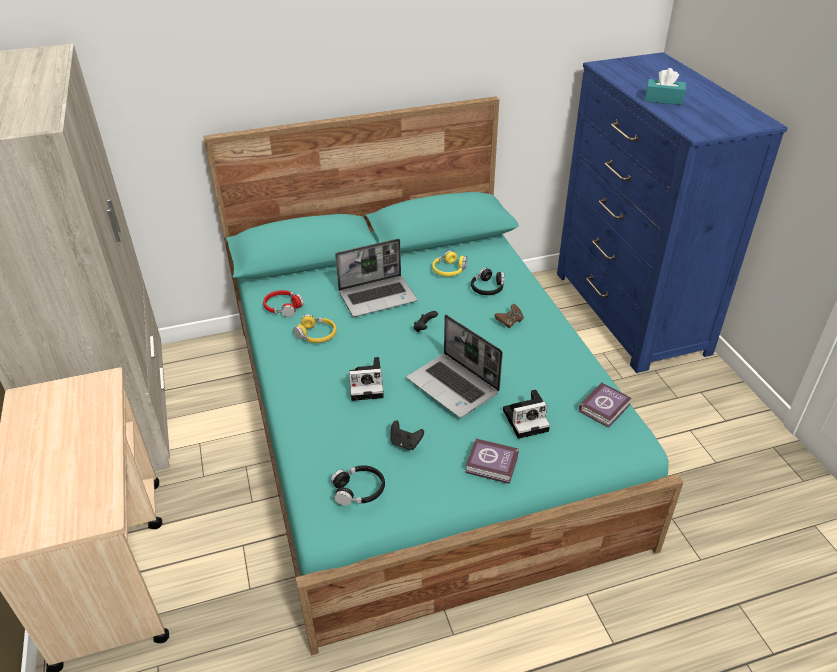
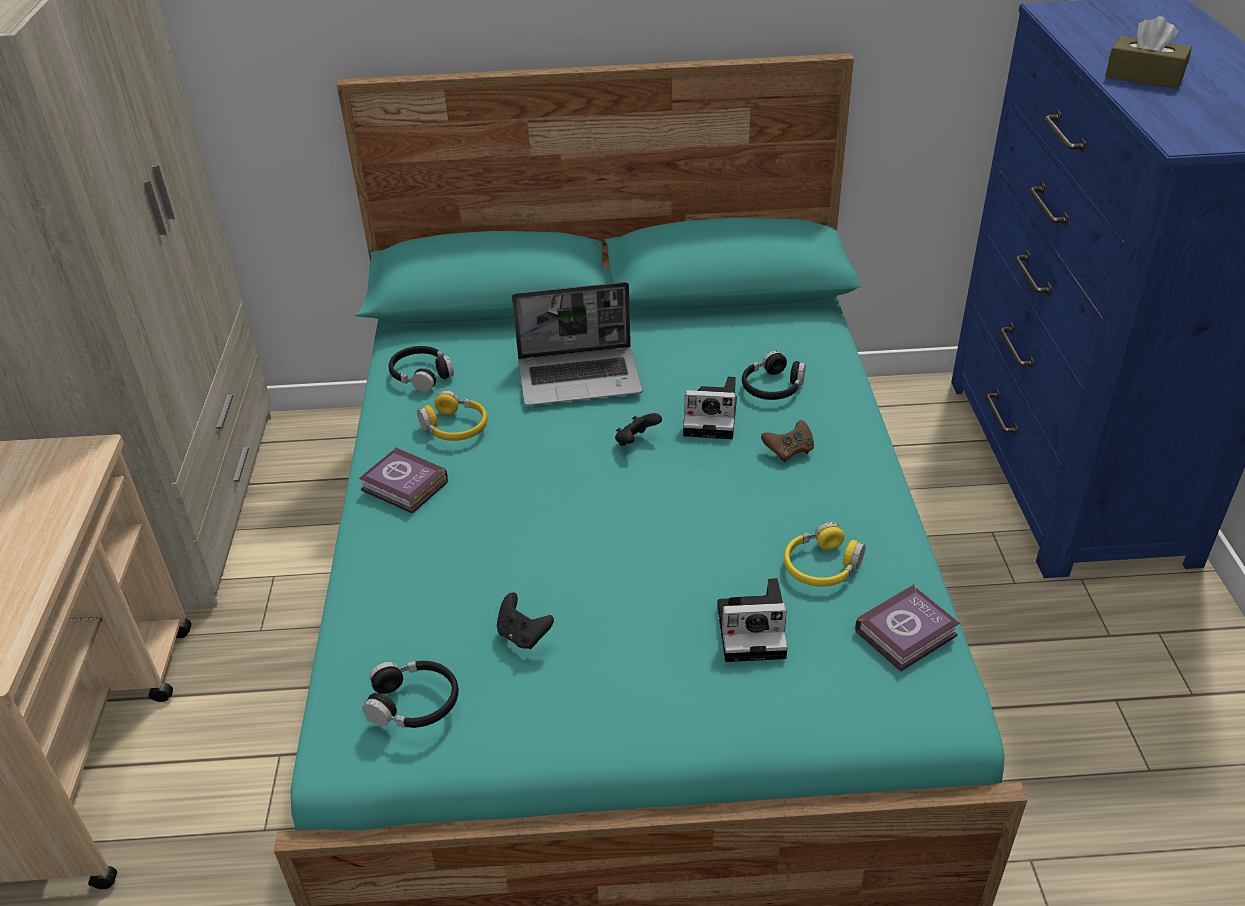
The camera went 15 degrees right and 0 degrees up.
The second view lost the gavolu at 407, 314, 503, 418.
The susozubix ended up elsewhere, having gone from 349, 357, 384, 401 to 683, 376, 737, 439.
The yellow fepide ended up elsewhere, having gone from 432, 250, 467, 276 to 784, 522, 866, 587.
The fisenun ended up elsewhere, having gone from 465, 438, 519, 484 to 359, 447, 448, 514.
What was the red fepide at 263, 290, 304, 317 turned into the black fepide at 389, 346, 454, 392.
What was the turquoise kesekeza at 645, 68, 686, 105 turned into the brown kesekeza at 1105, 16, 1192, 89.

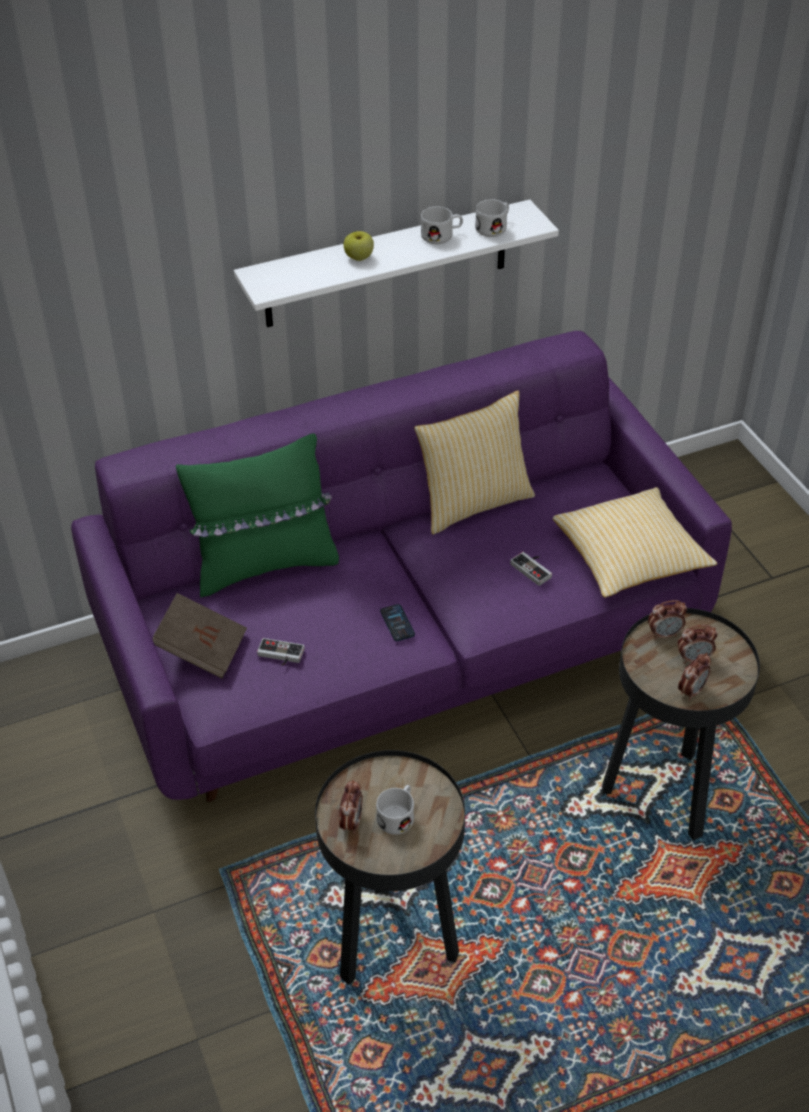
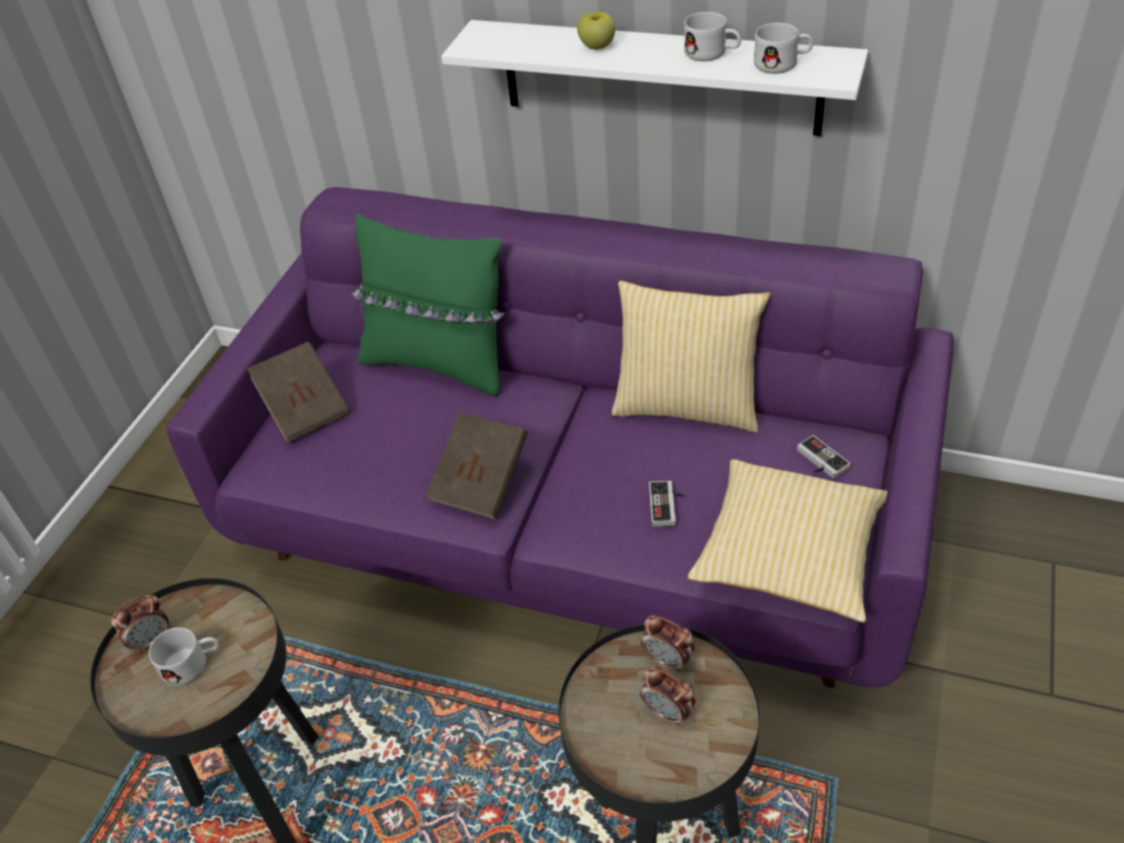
The camera went 45 degrees right and 0 degrees up.
The second view lost the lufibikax at 678, 653, 711, 701.
The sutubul ended up elsewhere, having gone from 257, 638, 305, 666 to 797, 435, 851, 479.
Where the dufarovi stood at 380, 604, 415, 641, the brown fisenun came to stand at 426, 412, 528, 519.

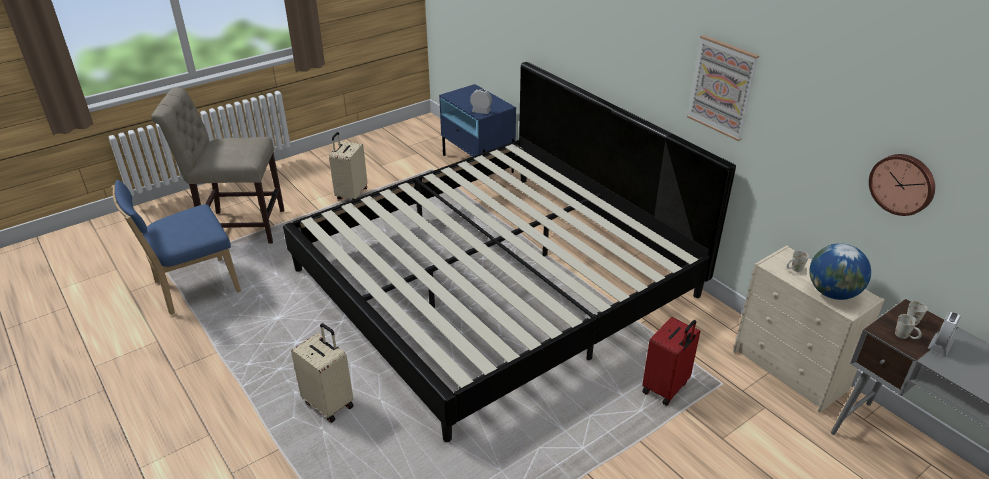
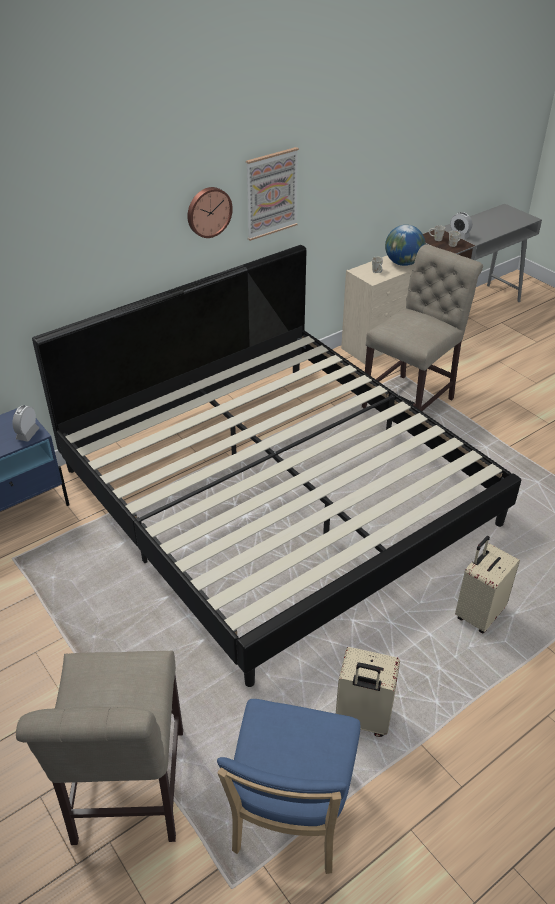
The camera went 90 degrees left and 5 degrees up.
The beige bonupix ended up elsewhere, having gone from 329, 132, 367, 200 to 336, 647, 400, 737.
The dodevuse ended up elsewhere, having gone from 869, 154, 935, 216 to 187, 187, 233, 238.
Where the red bonupix stood at 642, 317, 700, 405, the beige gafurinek came to stand at 362, 244, 483, 411.
The blue gafurinek at 111, 180, 241, 315 ended up facing another way, 45 degrees clockwise from before.

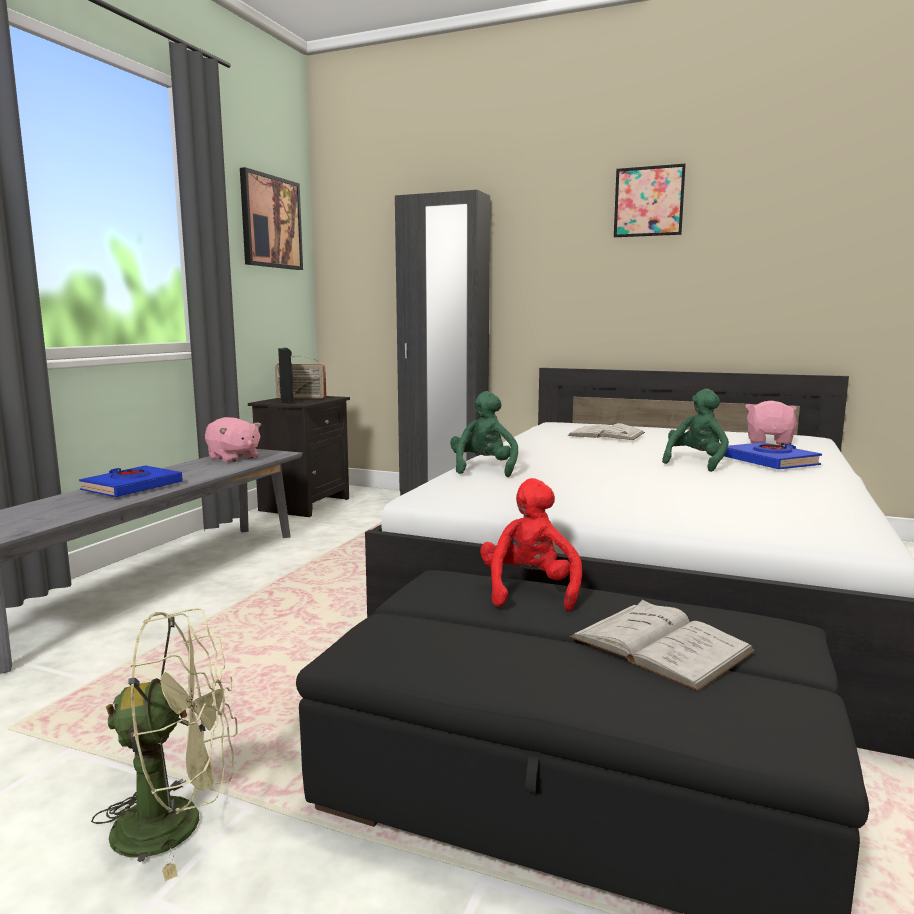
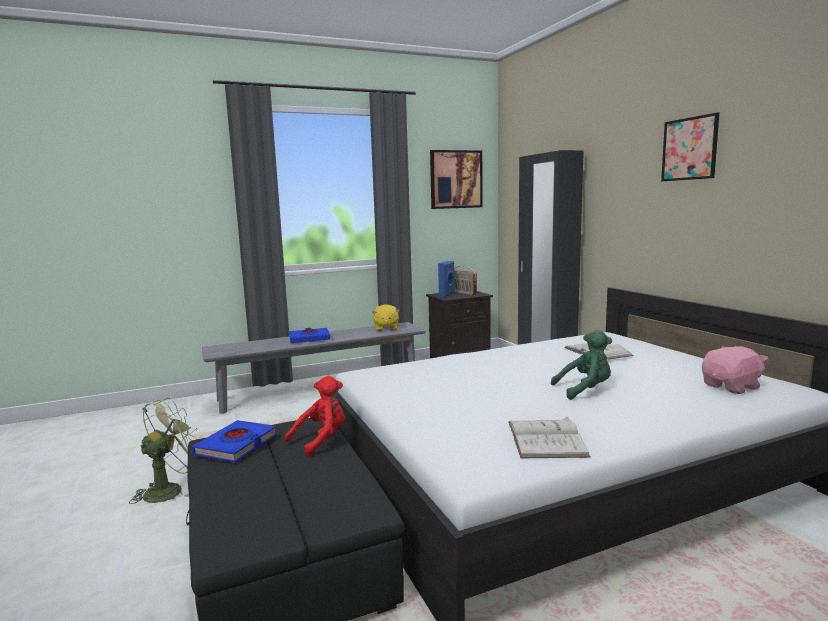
The camera went 45 degrees right and 0 degrees up.
The second view lost the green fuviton at 450, 391, 518, 477.
The white fisenun ended up elsewhere, having gone from 569, 599, 755, 691 to 508, 417, 591, 458.
The blue fisenun ended up elsewhere, having gone from 724, 442, 822, 469 to 191, 420, 277, 463.
What was the pink fuviton at 205, 417, 261, 462 turned into the yellow fuviton at 372, 304, 400, 331.
What was the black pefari at 278, 348, 294, 404 turned into the blue pefari at 438, 261, 455, 297.
The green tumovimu at 91, 608, 238, 881 ended up facing another way, 90 degrees counterclockwise from before.

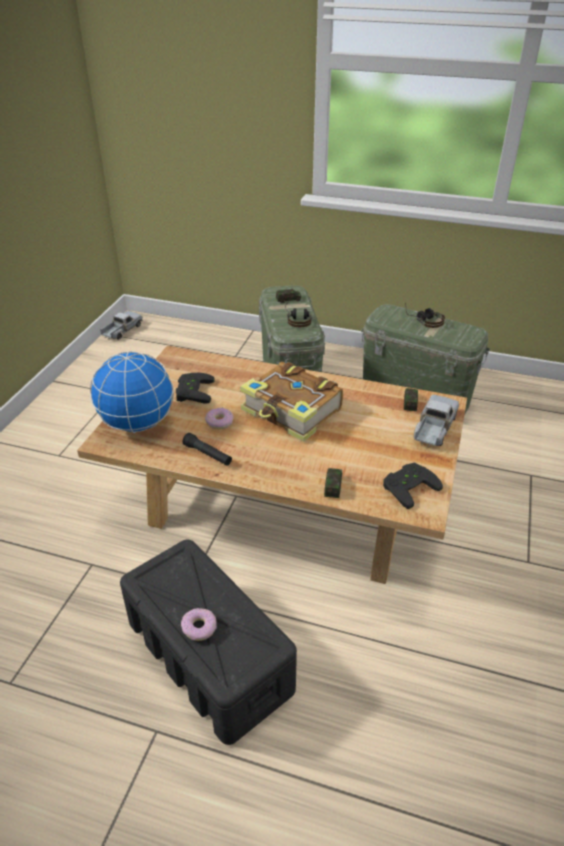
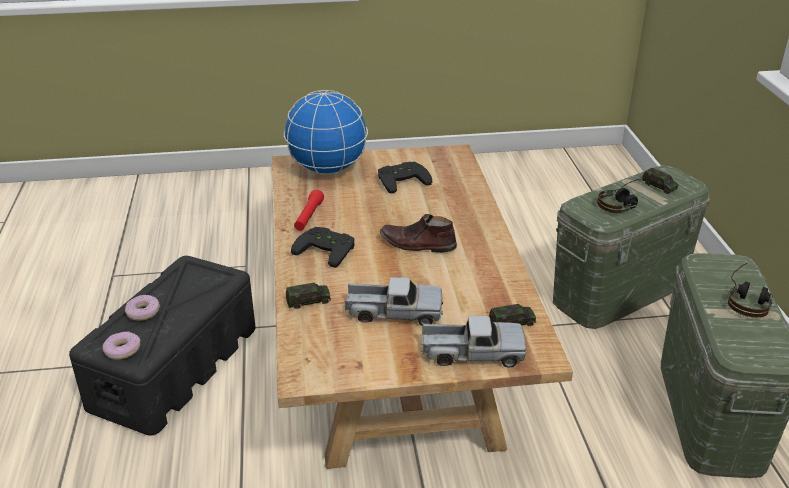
The camera went 65 degrees right and 5 degrees down.
The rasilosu ended up elsewhere, having gone from 100, 311, 142, 340 to 345, 277, 443, 326.
The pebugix ended up elsewhere, having gone from 205, 408, 234, 429 to 103, 331, 141, 360.
The black sutubul ended up elsewhere, having gone from 383, 463, 443, 509 to 291, 227, 355, 268.
Where the fisenun stood at 240, 361, 343, 442, the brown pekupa came to stand at 380, 214, 457, 253.
What was the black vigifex at 183, 433, 232, 466 turned into the red vigifex at 294, 190, 324, 231.

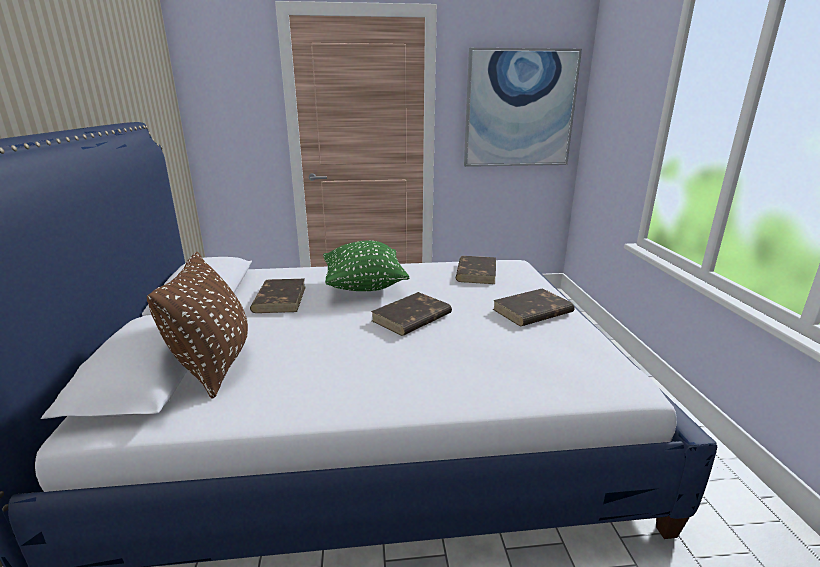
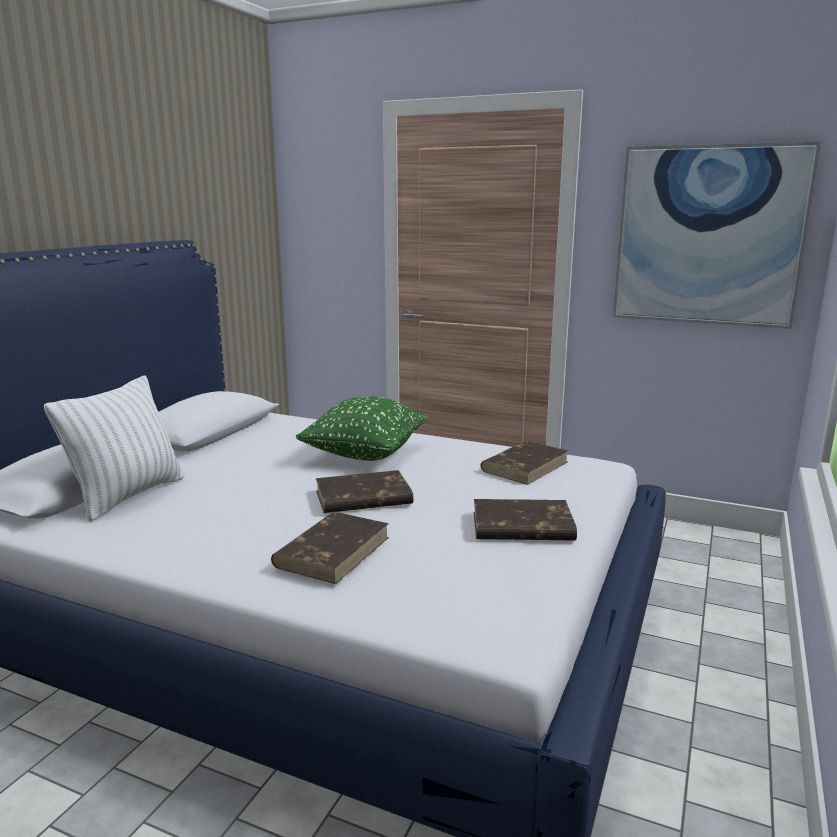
The camera went 30 degrees right and 5 degrees down.
The brown fisenun ended up elsewhere, having gone from 250, 279, 306, 313 to 271, 512, 389, 584.
What was the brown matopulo at 147, 252, 248, 399 turned into the white matopulo at 44, 375, 184, 522.

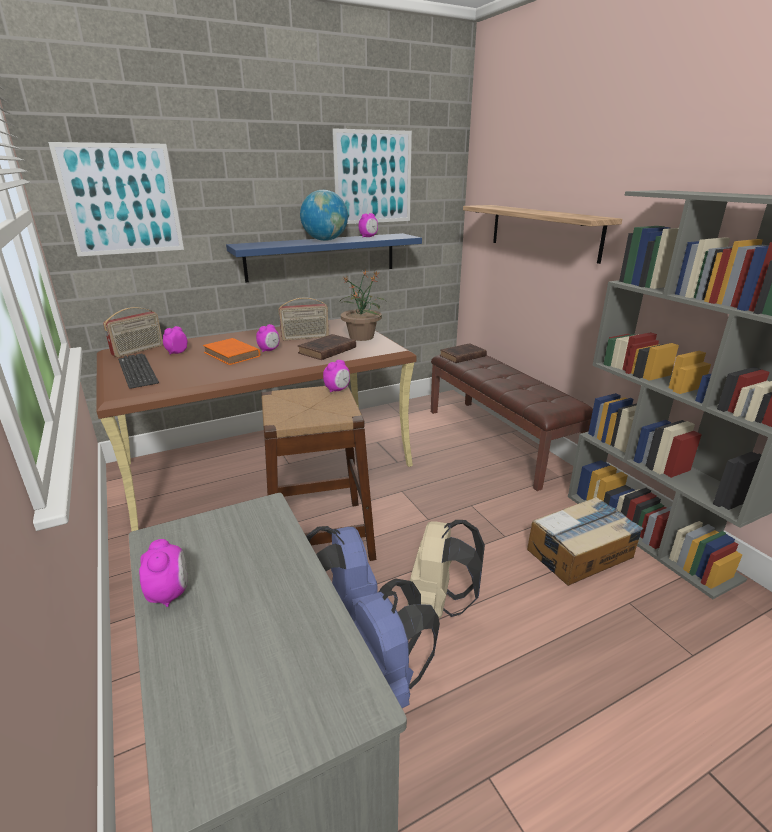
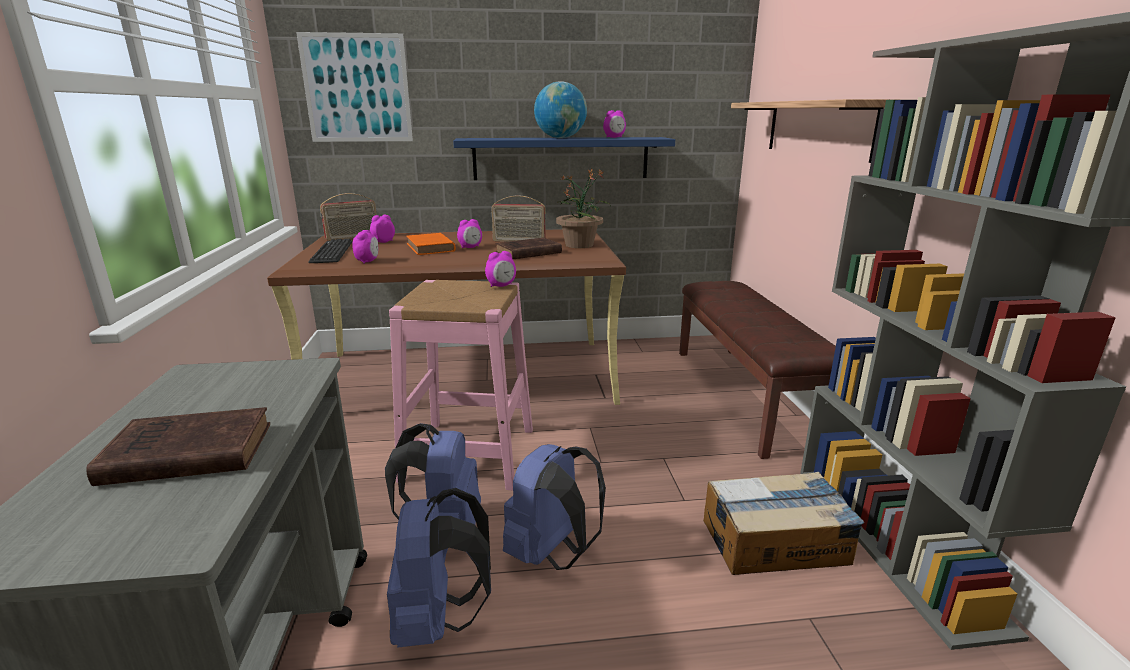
The camera went 20 degrees right and 5 degrees down.
The second view lost the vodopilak at 332, 128, 412, 224.
The lufibikax ended up elsewhere, having gone from 139, 539, 187, 607 to 352, 230, 378, 263.
The brown fisenun ended up elsewhere, having gone from 440, 343, 487, 363 to 86, 407, 270, 486.
What was the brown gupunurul at 261, 386, 376, 561 turned into the pink gupunurul at 389, 280, 533, 490.
What was the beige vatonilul at 407, 520, 485, 618 turned into the blue vatonilul at 503, 444, 606, 570.

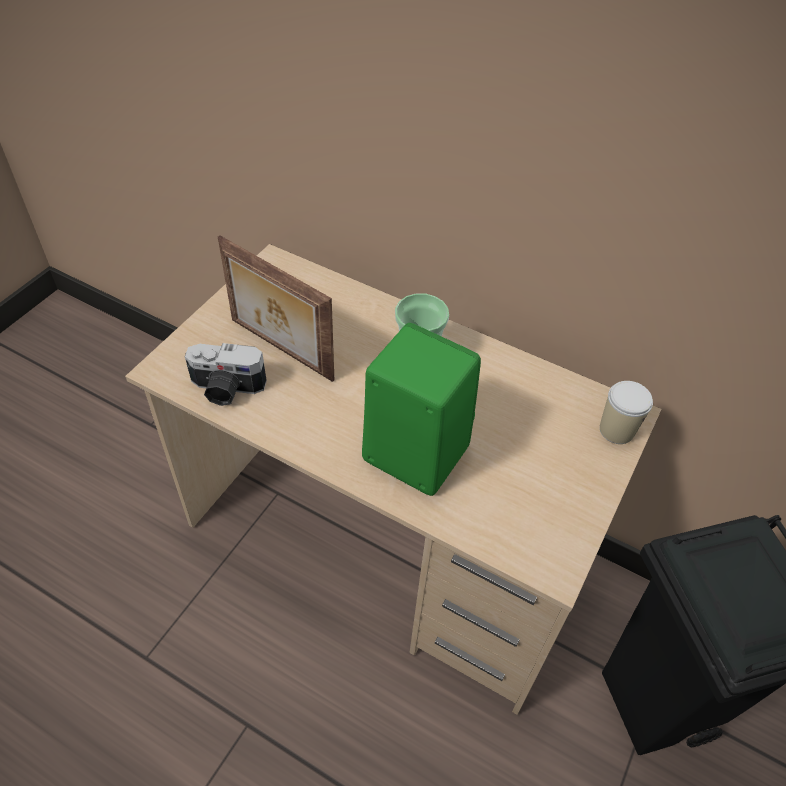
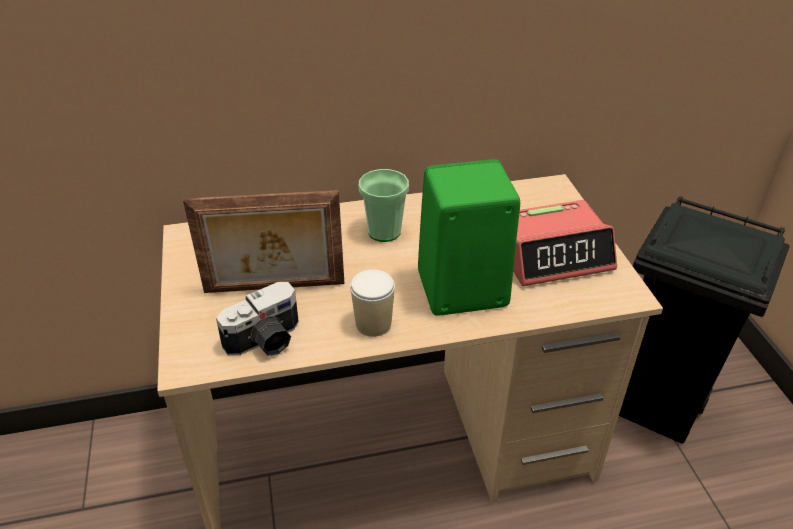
The camera went 40 degrees left and 10 degrees down.
The second view gained the lufibikax at 513, 200, 617, 286.
The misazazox ended up elsewhere, having gone from 600, 381, 653, 444 to 350, 269, 395, 337.

